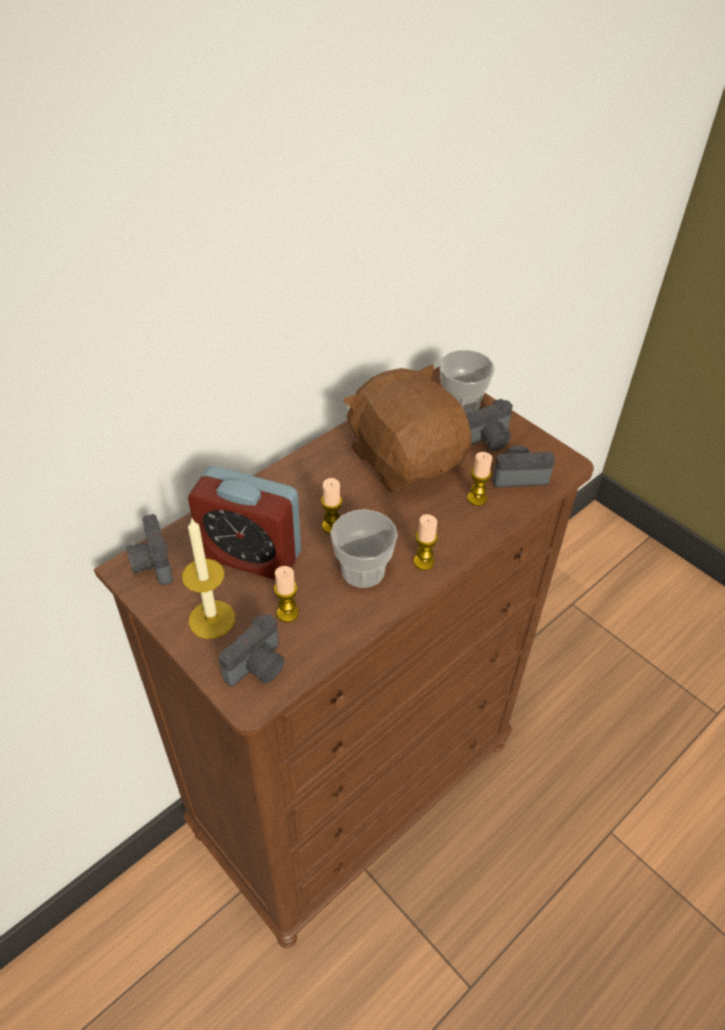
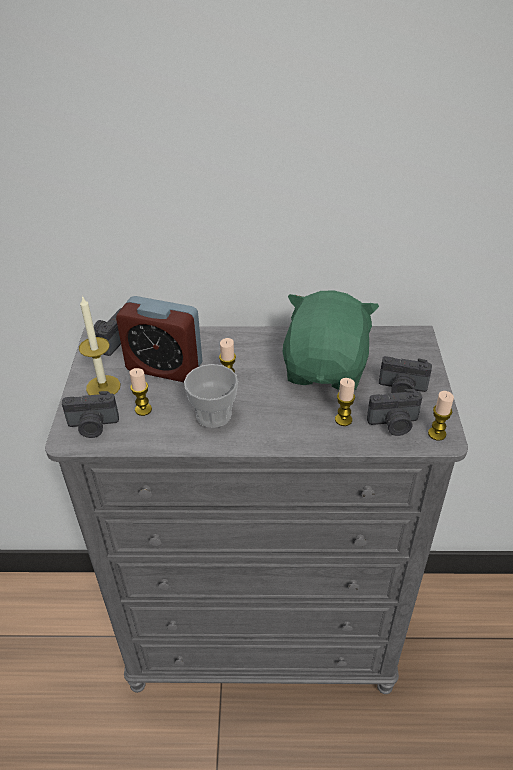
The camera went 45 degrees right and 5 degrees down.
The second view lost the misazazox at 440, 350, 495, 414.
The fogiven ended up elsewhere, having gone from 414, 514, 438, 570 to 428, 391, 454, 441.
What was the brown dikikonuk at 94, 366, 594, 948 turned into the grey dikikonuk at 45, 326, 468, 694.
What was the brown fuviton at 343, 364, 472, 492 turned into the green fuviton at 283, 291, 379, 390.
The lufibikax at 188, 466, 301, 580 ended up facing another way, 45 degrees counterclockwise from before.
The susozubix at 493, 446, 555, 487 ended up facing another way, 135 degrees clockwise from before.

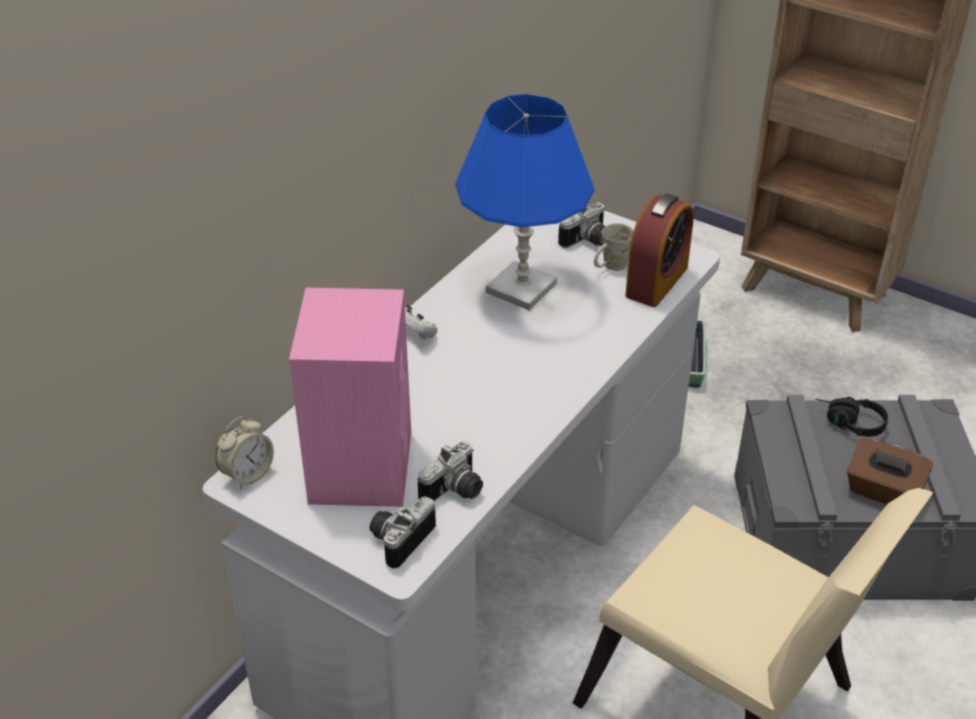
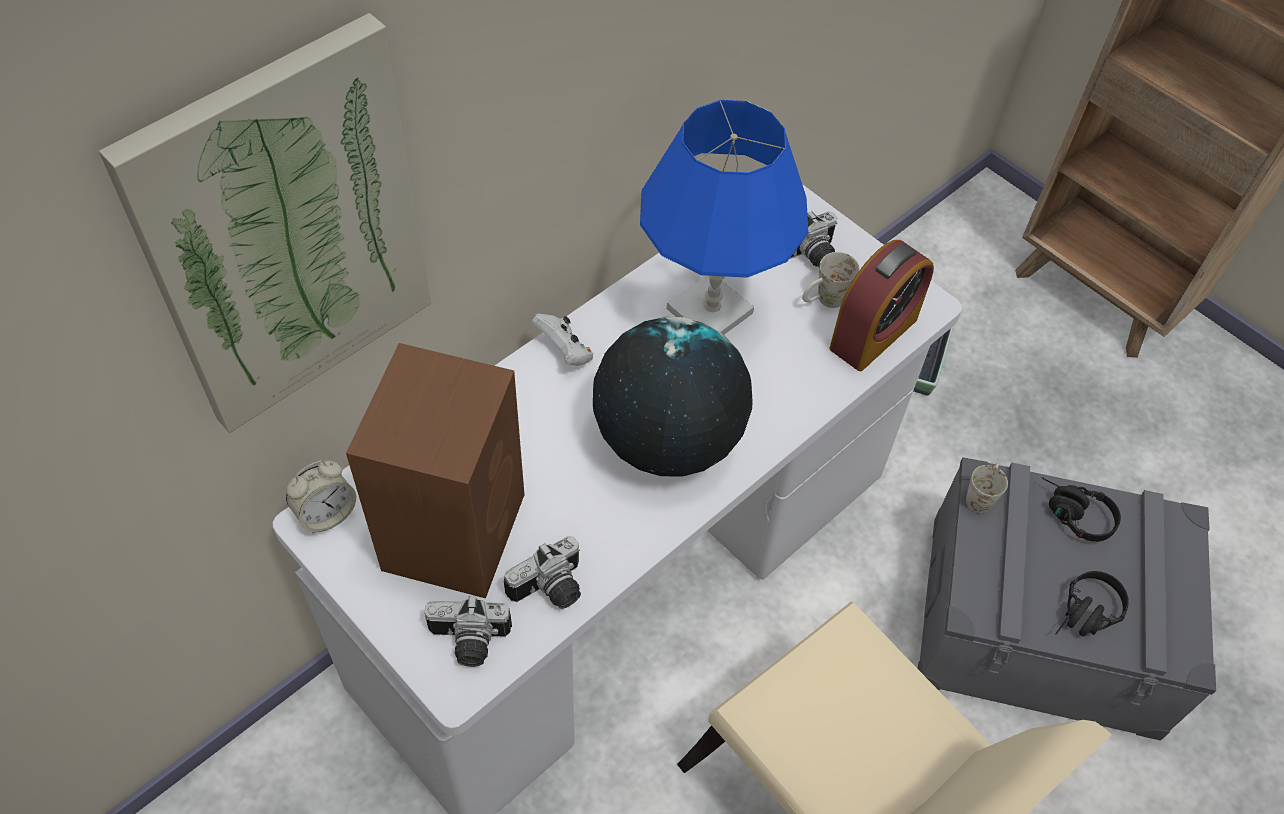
The camera went 10 degrees right and 15 degrees up.
The second view gained the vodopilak at 99, 13, 431, 433.
The second view gained the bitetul at 593, 317, 753, 477.
The second view gained the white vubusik at 966, 462, 1008, 513.
Where the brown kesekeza stood at 847, 439, 933, 504, the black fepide came to stand at 1055, 571, 1129, 637.
What was the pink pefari at 289, 288, 411, 507 turned into the brown pefari at 346, 343, 525, 598.
The susozubix at 370, 496, 436, 569 ended up facing another way, 135 degrees counterclockwise from before.

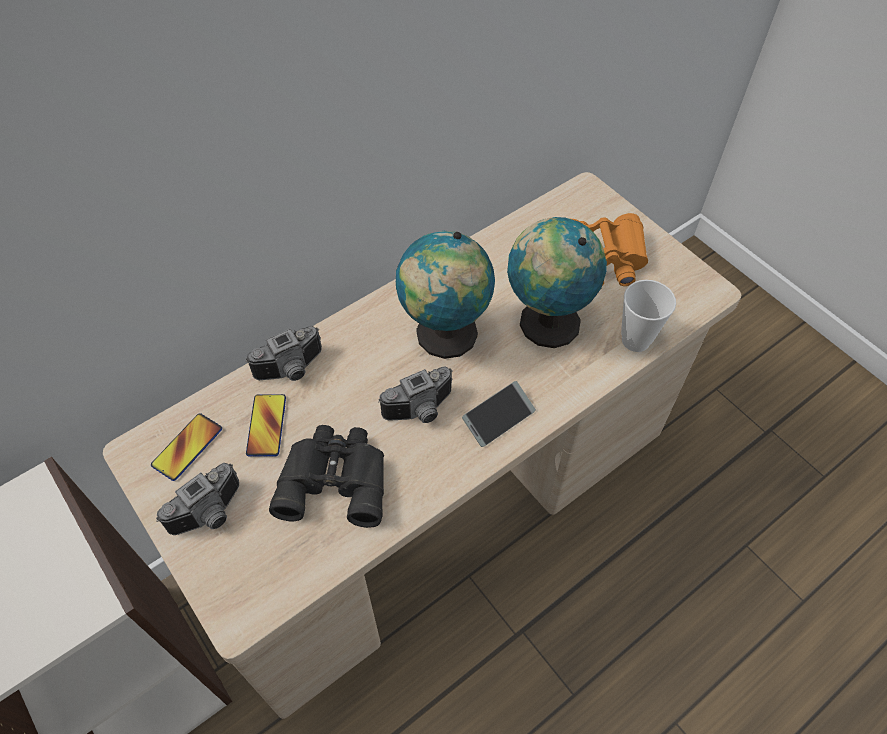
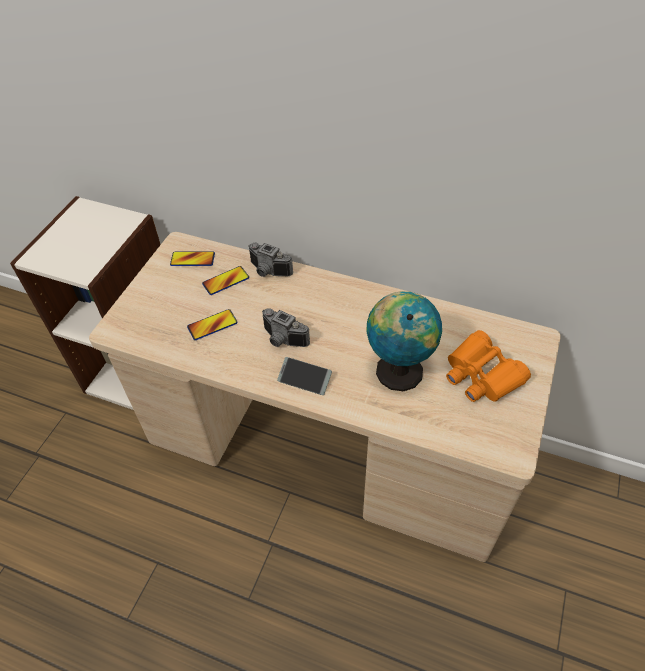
The camera went 60 degrees right and 5 degrees down.
The second view lost the susozubix at 156, 463, 239, 535.
The second view lost the bitetul at 396, 231, 495, 359.
The second view lost the misazazox at 621, 280, 676, 352.
Where the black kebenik stood at 269, 425, 384, 528, the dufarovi came to stand at 187, 309, 238, 340.

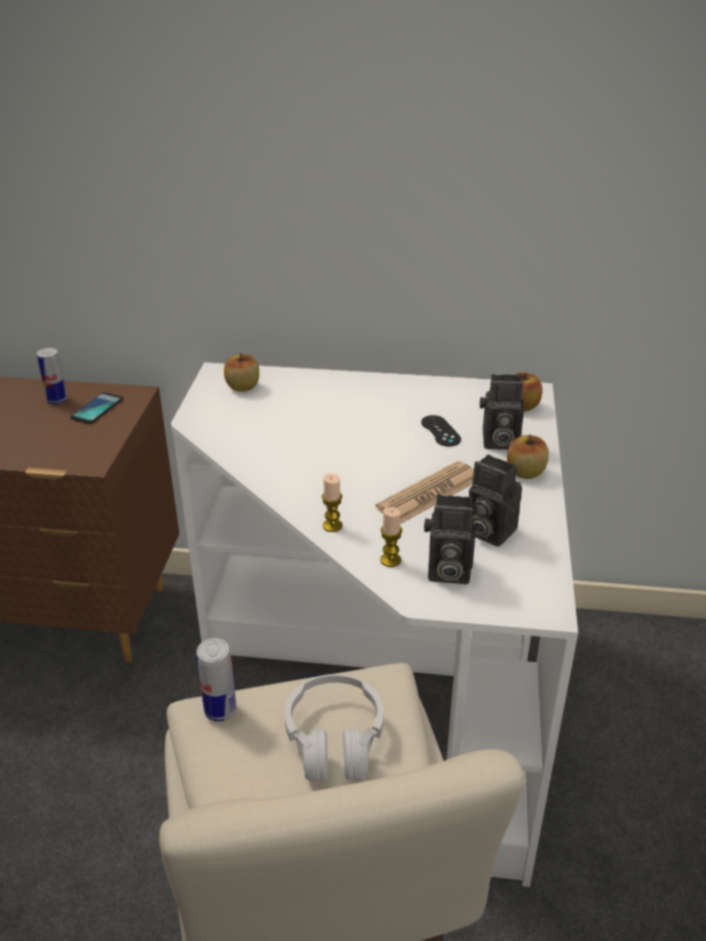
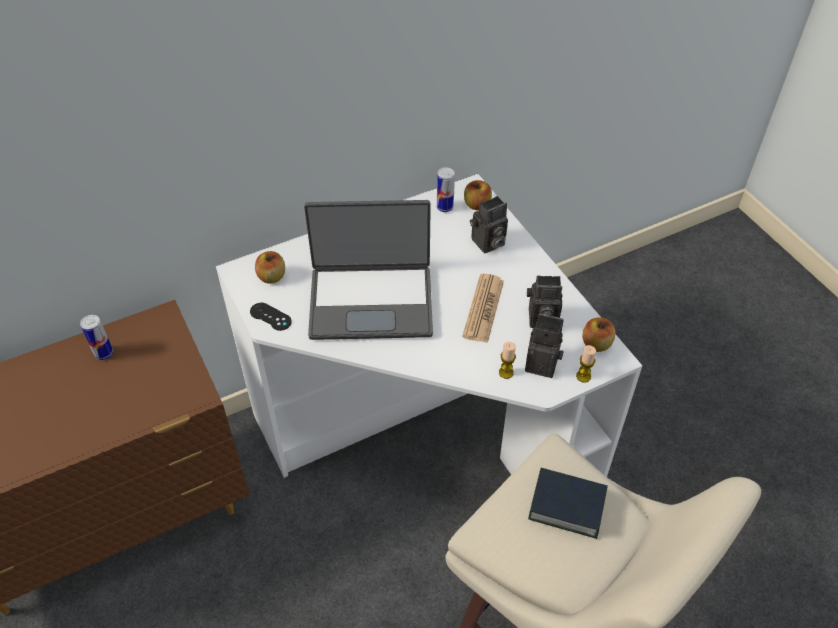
The camera went 35 degrees left and 15 degrees up.
The second view lost the dufarovi at 70, 392, 123, 424.
The second view gained the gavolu at 304, 200, 433, 340.
The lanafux ended up elsewhere, having gone from 196, 638, 237, 722 to 437, 167, 455, 212.
The fogiven ended up elsewhere, having gone from 322, 474, 342, 532 to 576, 345, 596, 383.
The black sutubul ended up elsewhere, having gone from 421, 415, 461, 446 to 250, 303, 292, 331.
The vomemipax ended up elsewhere, having gone from 507, 434, 549, 479 to 582, 317, 616, 352.
Where the white fepide stood at 284, 674, 384, 782, the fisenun came to stand at 528, 468, 608, 539.
The susozubix at 424, 495, 476, 584 ended up facing another way, 135 degrees counterclockwise from before.

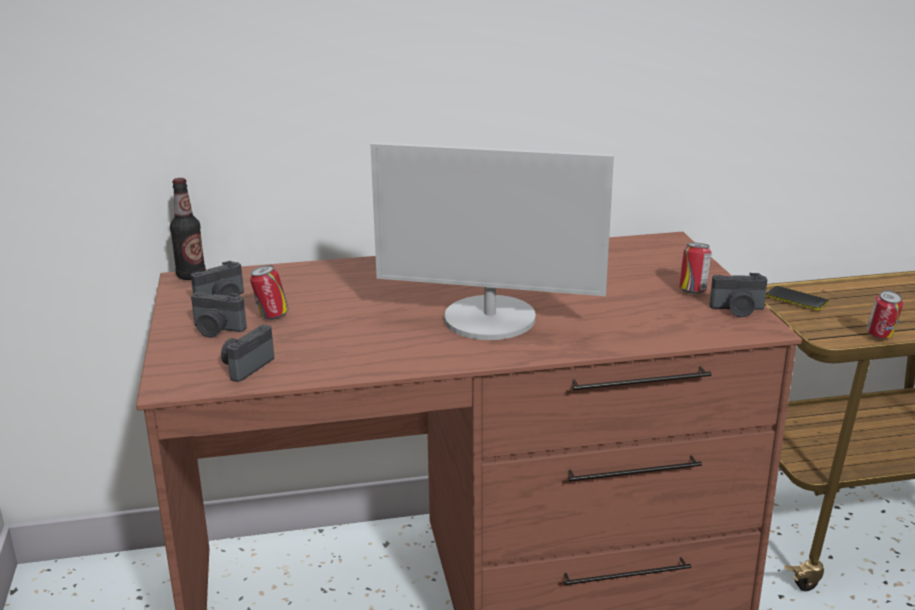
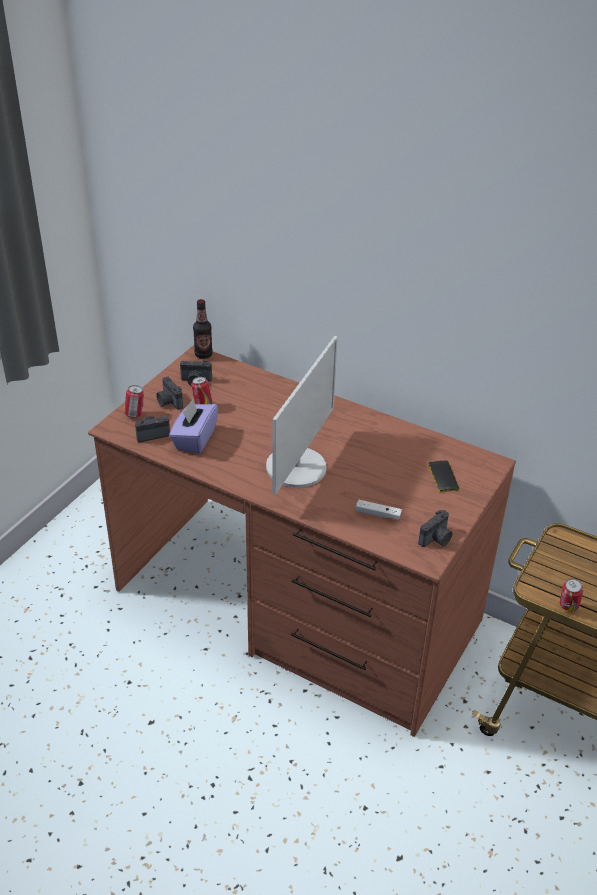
The camera went 40 degrees right and 15 degrees up.
The second view gained the purple kesekeza at 169, 399, 218, 454.
The second view gained the white sutubul at 356, 500, 402, 520.
The lanafux ended up elsewhere, having gone from 679, 242, 711, 294 to 124, 385, 144, 418.
The dufarovi ended up elsewhere, having gone from 766, 286, 828, 311 to 429, 460, 459, 492.
The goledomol at 370, 143, 614, 340 ended up facing another way, 120 degrees counterclockwise from before.
The susozubix at 710, 273, 767, 317 ended up facing another way, 90 degrees counterclockwise from before.

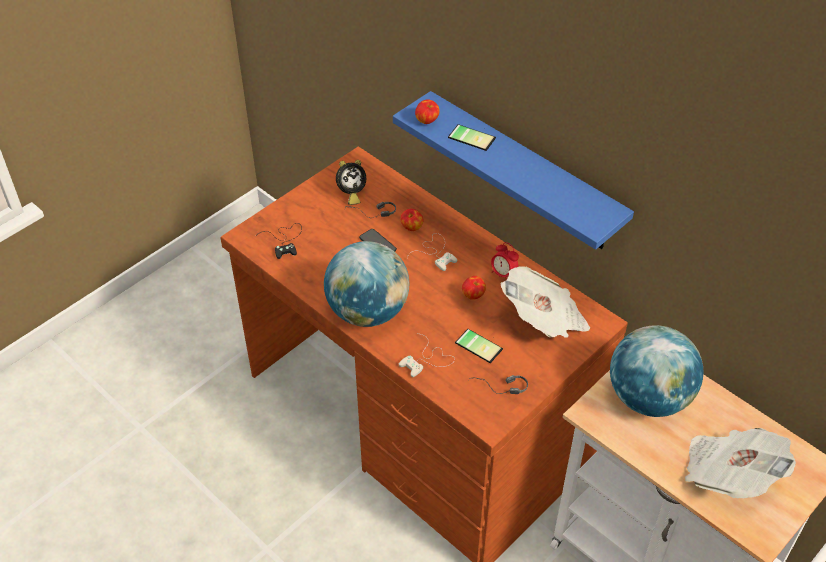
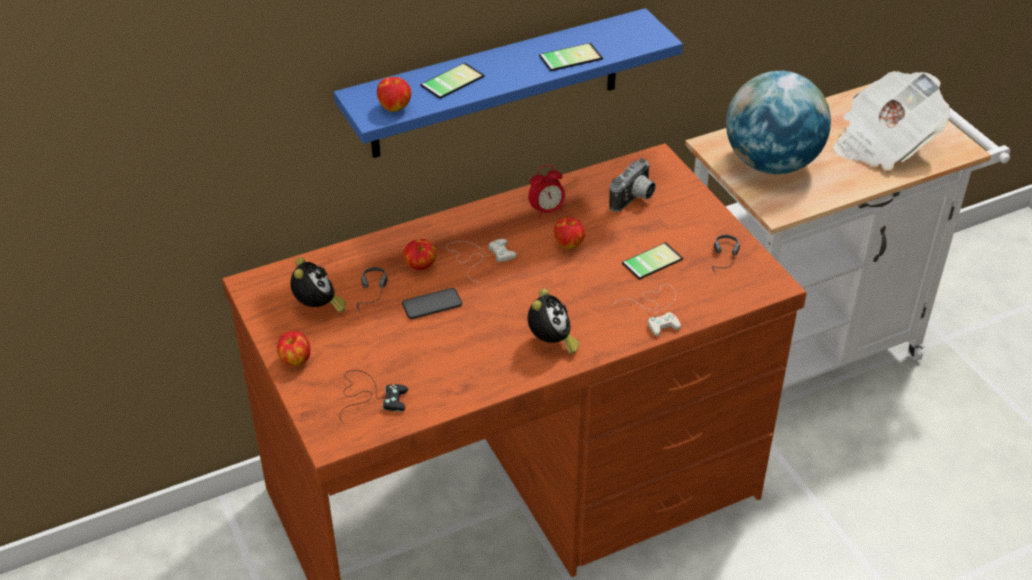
The camera went 70 degrees left and 5 degrees down.
The second view gained the vomemipax at 277, 331, 311, 366.
The second view gained the dufarovi at 539, 43, 603, 71.
Where the bitetul stood at 324, 241, 409, 327, the lufibikax came to stand at 528, 289, 579, 354.
Where the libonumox stood at 500, 266, 590, 338, the susozubix came to stand at 609, 158, 656, 212.

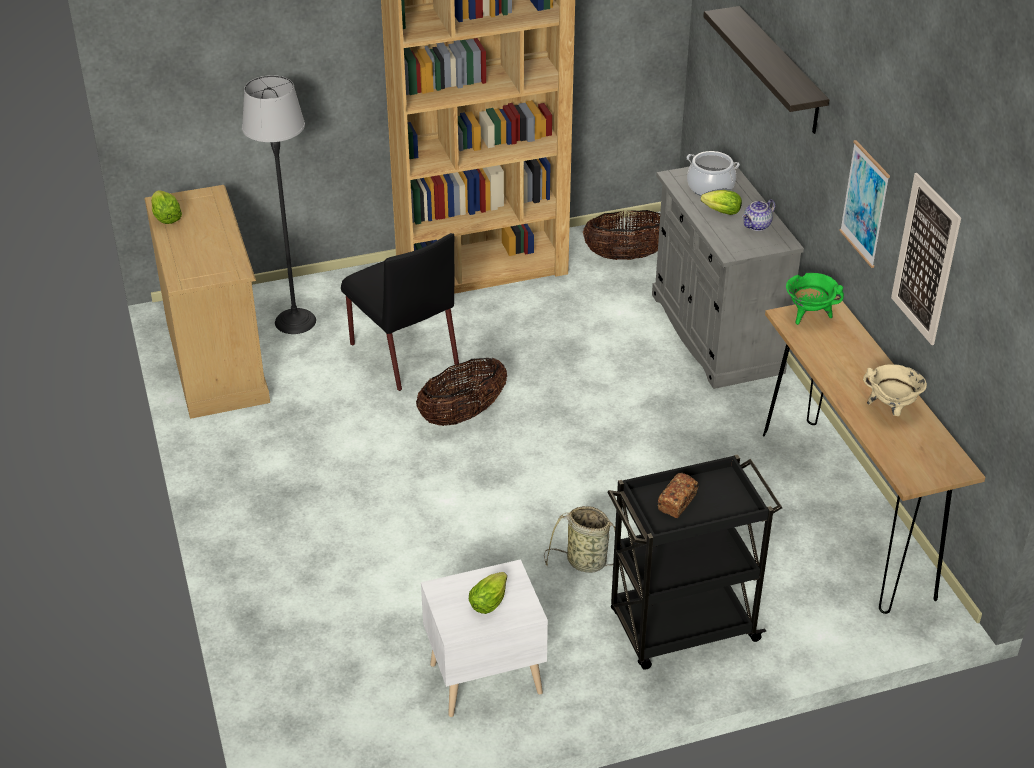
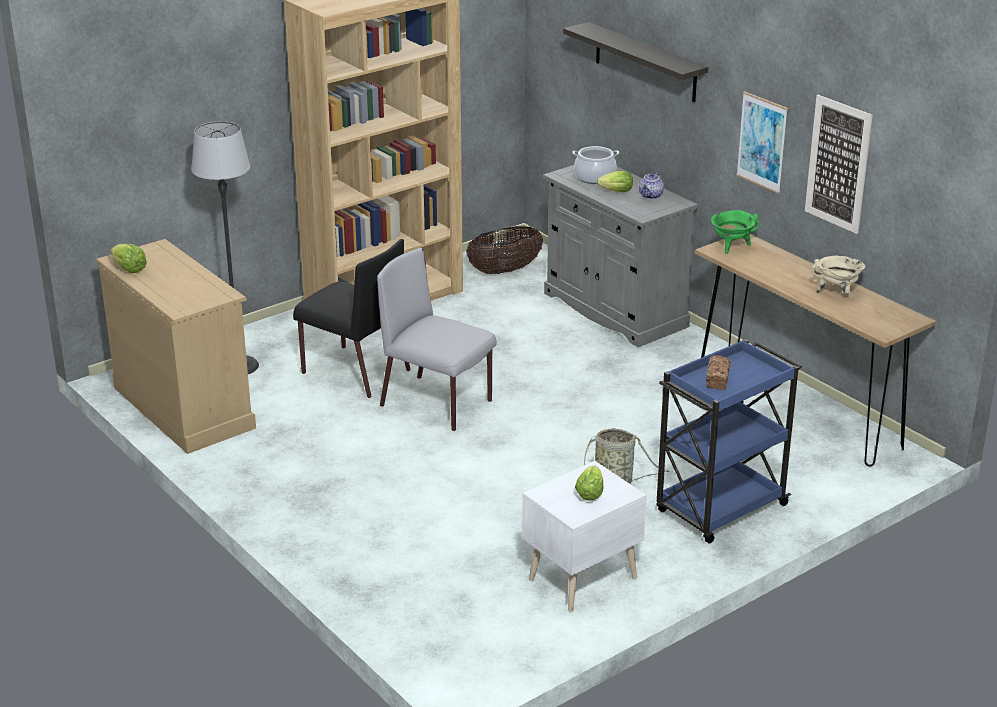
The camera went 20 degrees left and 10 degrees down.
Where the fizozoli stood at 416, 357, 507, 426, the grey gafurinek came to stand at 377, 248, 497, 431.
What was the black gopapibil at 607, 454, 782, 670 turned into the blue gopapibil at 657, 339, 802, 544.

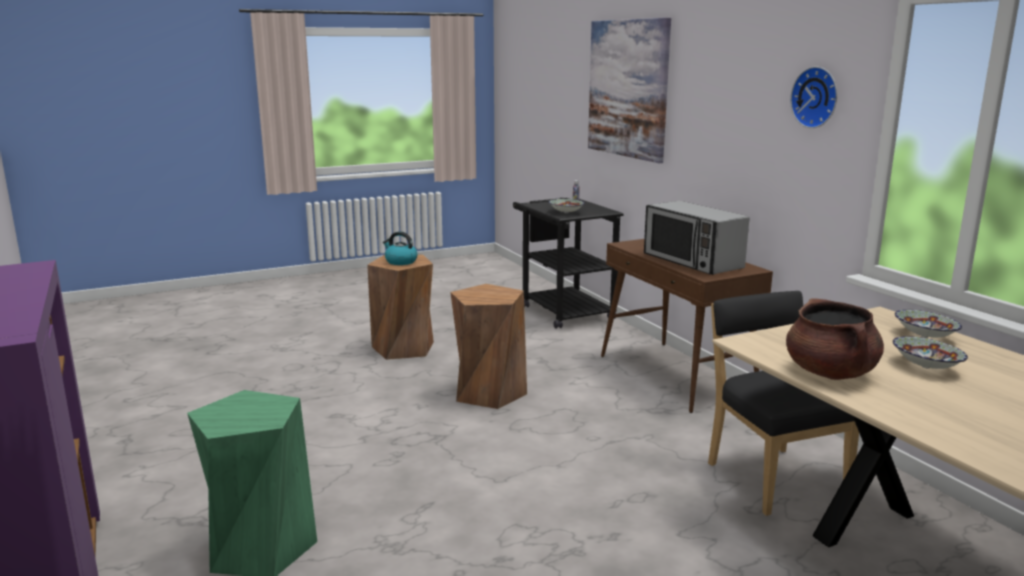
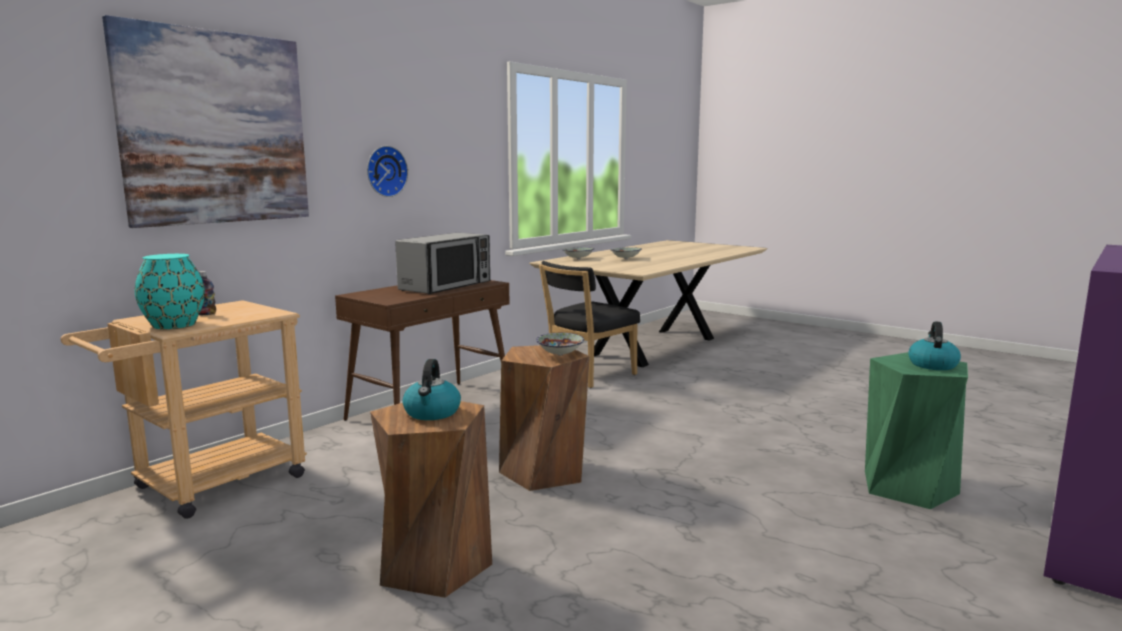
The camera went 115 degrees left and 5 degrees down.
The second view lost the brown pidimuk at 786, 298, 884, 380.
The second view gained the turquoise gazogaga at 135, 254, 205, 329.
The second view gained the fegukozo at 908, 321, 961, 370.
The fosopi ended up elsewhere, having gone from 548, 199, 585, 213 to 536, 333, 584, 356.
The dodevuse ended up elsewhere, having gone from 790, 66, 837, 128 to 367, 146, 408, 197.
What was the black gopapibil at 513, 198, 624, 329 turned into the beige gopapibil at 61, 300, 307, 519.

